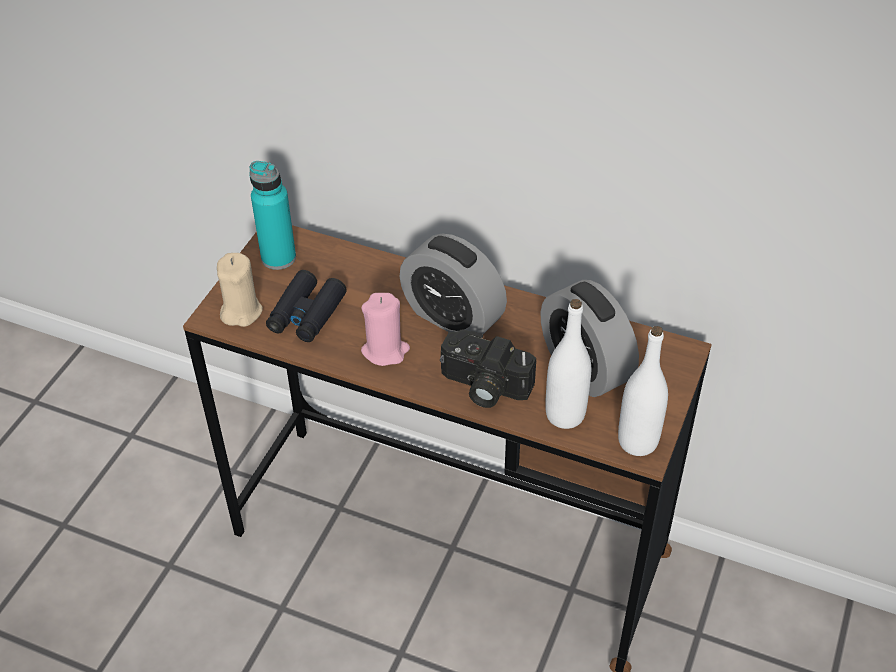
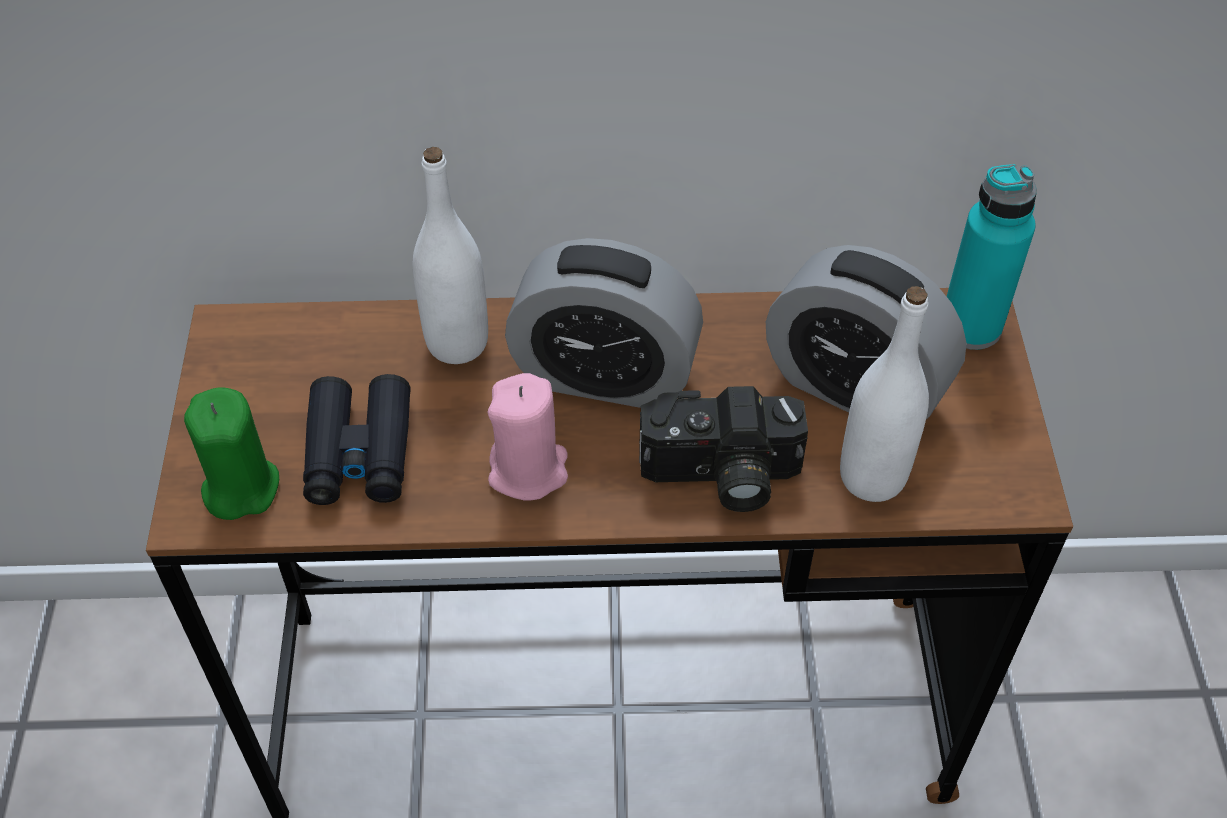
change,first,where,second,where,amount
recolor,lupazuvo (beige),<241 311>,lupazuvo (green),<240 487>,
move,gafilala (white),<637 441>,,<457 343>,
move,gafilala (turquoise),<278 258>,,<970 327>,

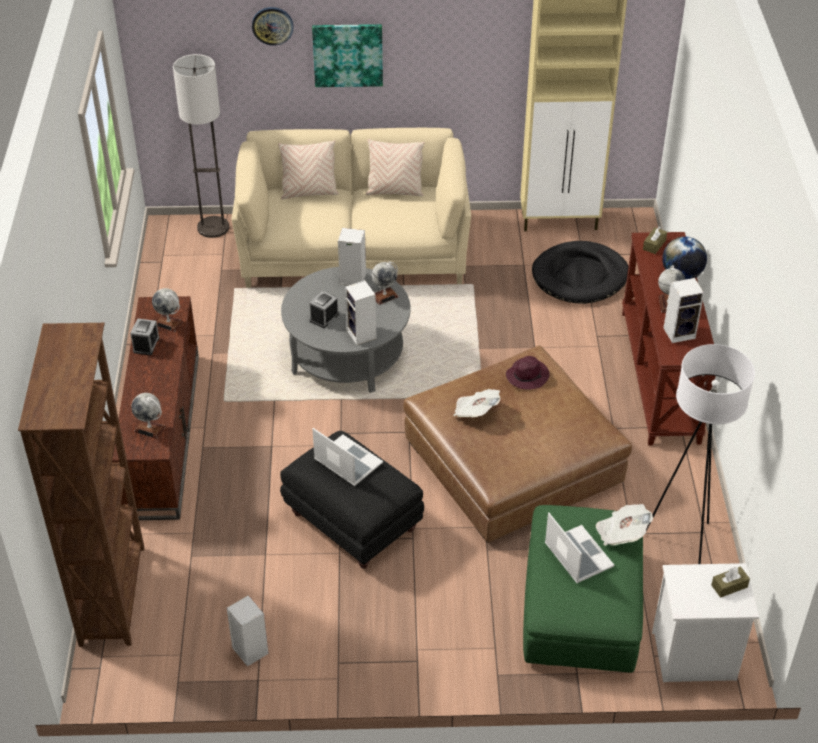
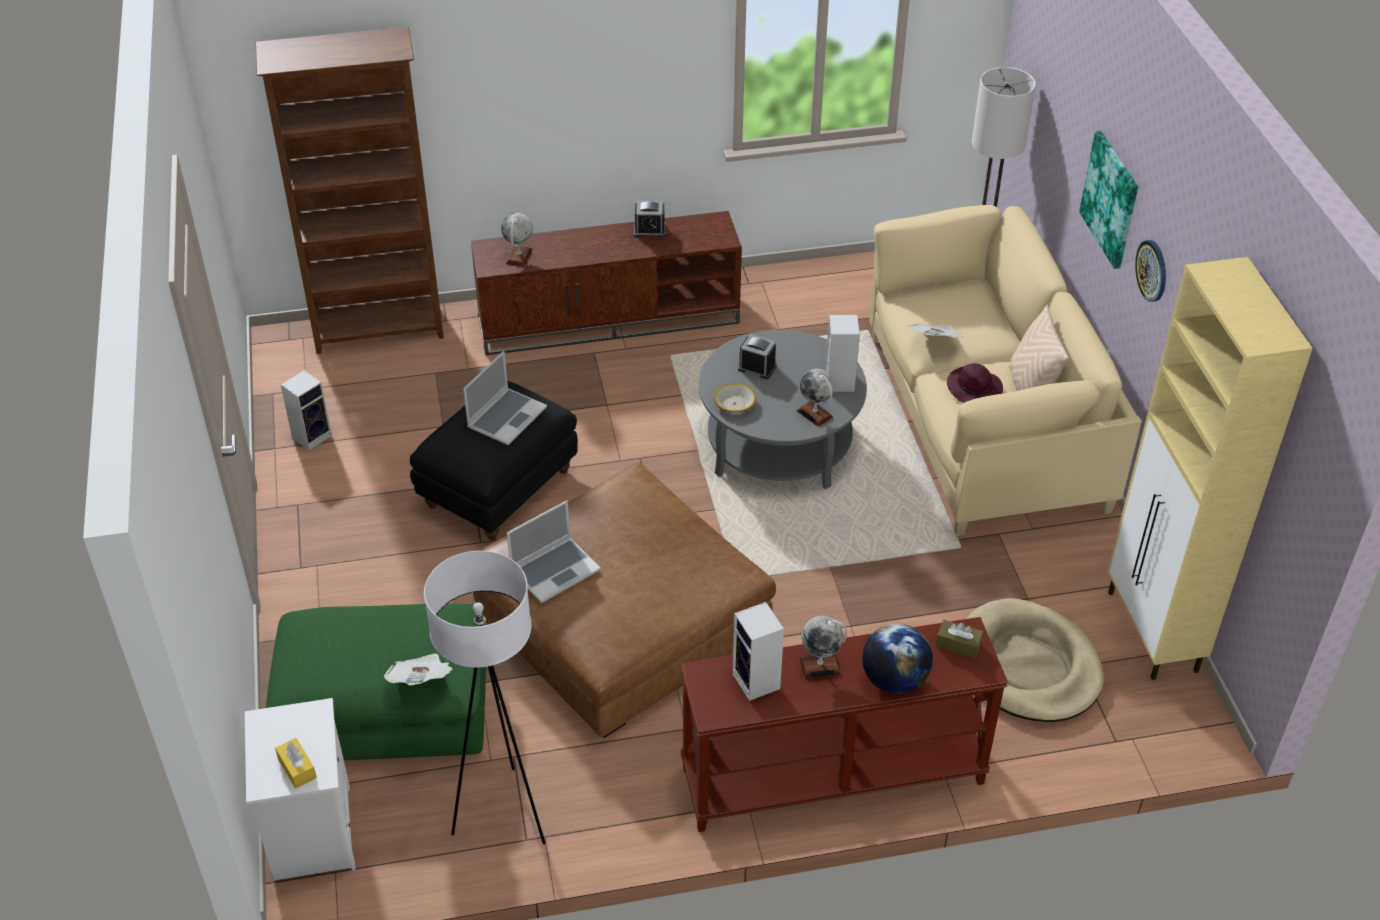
change,first,where,second,where,amount
recolor,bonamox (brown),<729 586>,bonamox (yellow),<297 768>,
move,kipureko,<577 555>,,<555 570>,
replace,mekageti,<362 335>,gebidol,<734 404>,
move,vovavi,<475 412>,,<935 342>,
move,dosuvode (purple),<527 375>,,<975 389>,
recolor,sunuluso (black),<580 276>,sunuluso (beige),<1027 666>,
move,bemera,<272 25>,,<1152 270>,
delete,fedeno,<169 323>,,,
delete,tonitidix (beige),<309 193>,,,

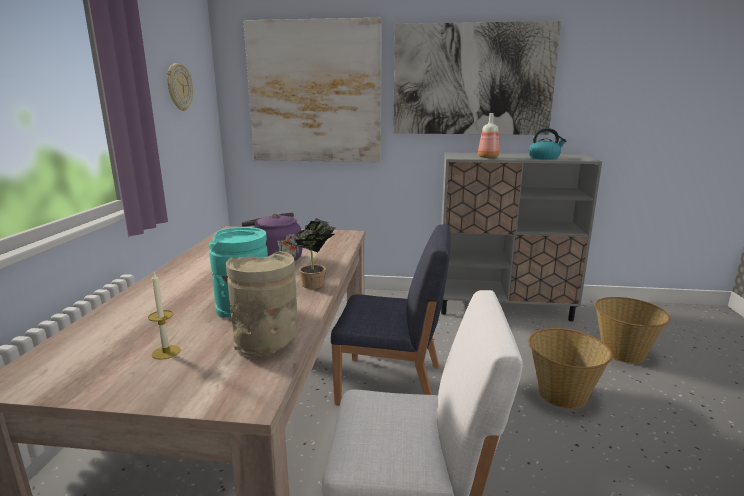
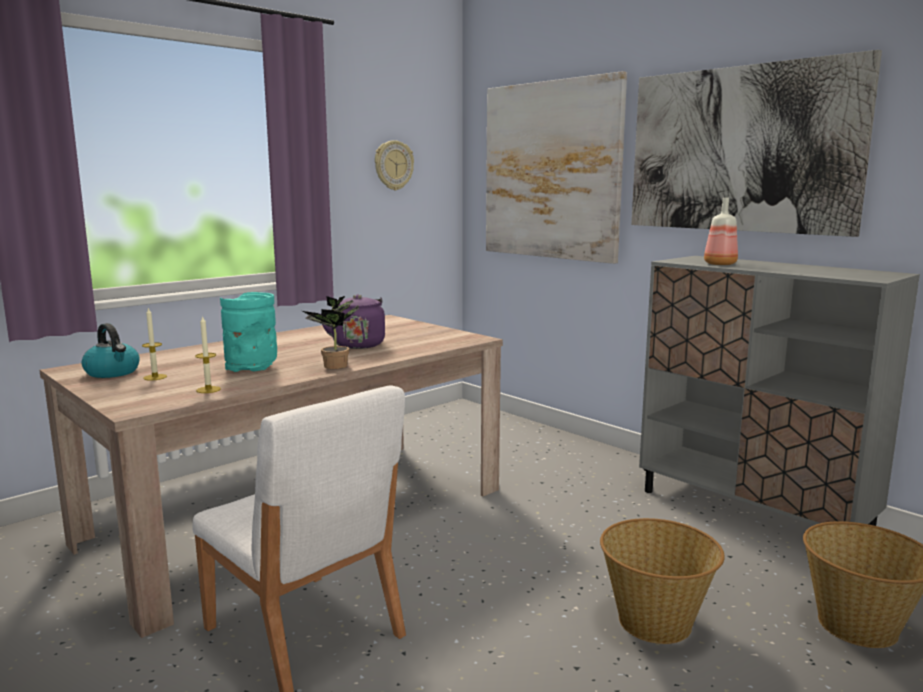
change,first,where,second,where,amount
move,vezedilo,<544 158>,,<113 372>,
replace,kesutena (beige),<266 346>,lupazuvo,<208 390>,
delete,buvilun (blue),<392 384>,,,

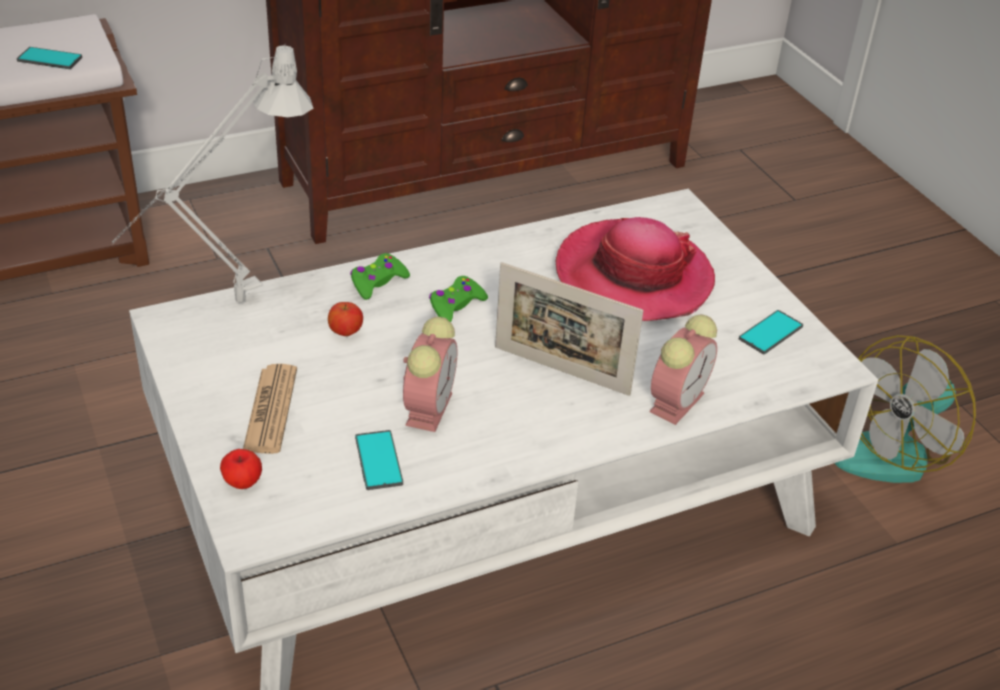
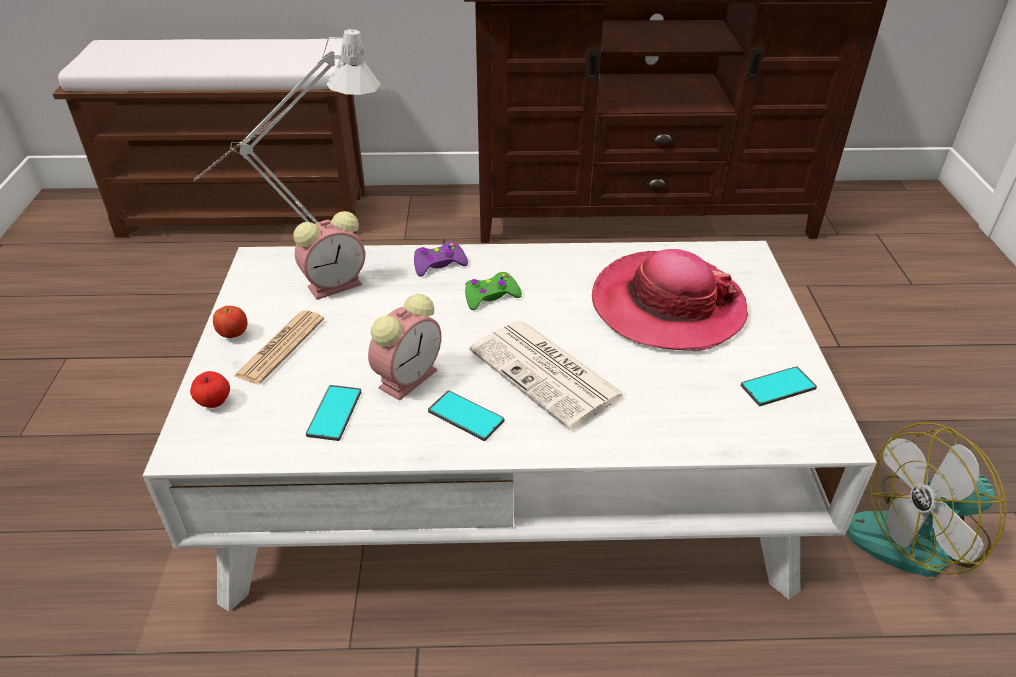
change,first,where,second,where,amount
move,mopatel,<345 332>,,<233 334>,
move,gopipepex,<677 401>,,<337 284>,
recolor,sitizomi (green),<377 282>,sitizomi (purple),<439 264>,
move,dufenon,<49 59>,,<465 416>,
replace,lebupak,<561 370>,vovavi,<548 374>,

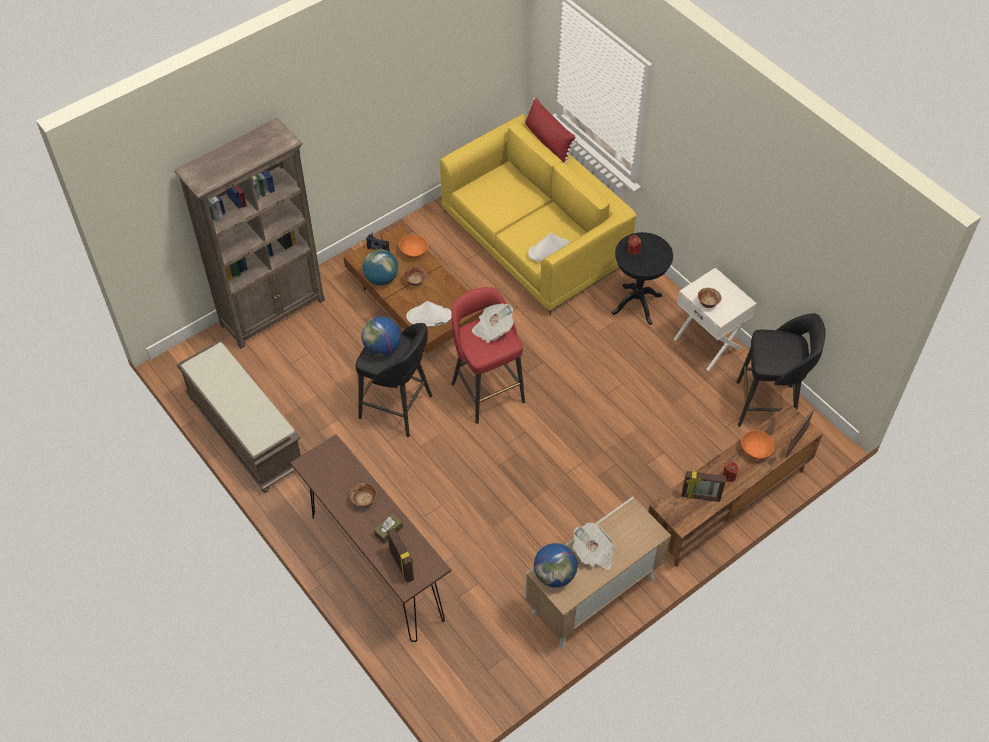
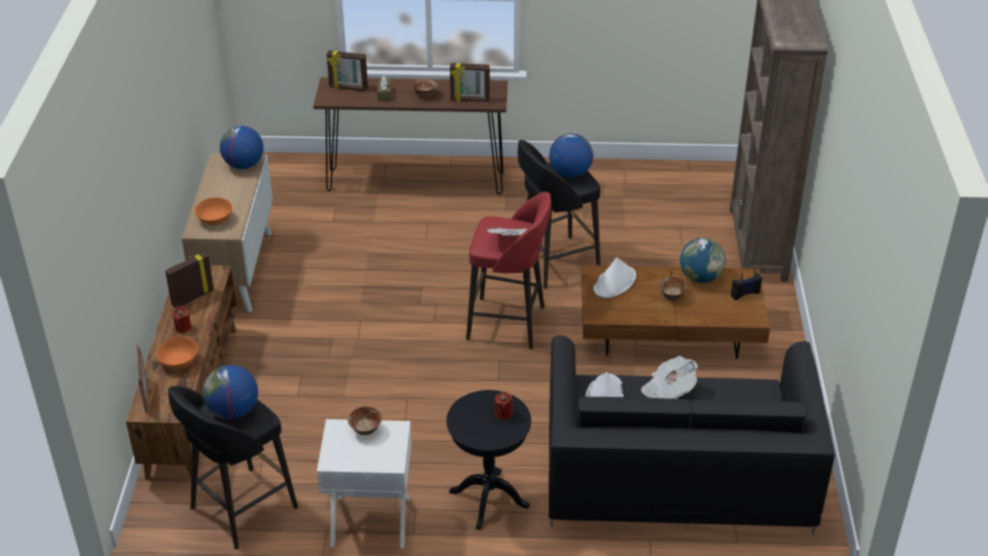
change,first,where,second,where,amount
move,gebidol (orange),<413 252>,,<215 220>,
insert,,,fedeno,<233 412>,
insert,,,lebupak,<470 100>,
recolor,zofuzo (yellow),<535 239>,zofuzo (black),<676 475>,
move,vovavi,<593 553>,,<668 391>,
delete,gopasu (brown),<244 432>,,,
delete,tonitidix (red),<548 141>,,,

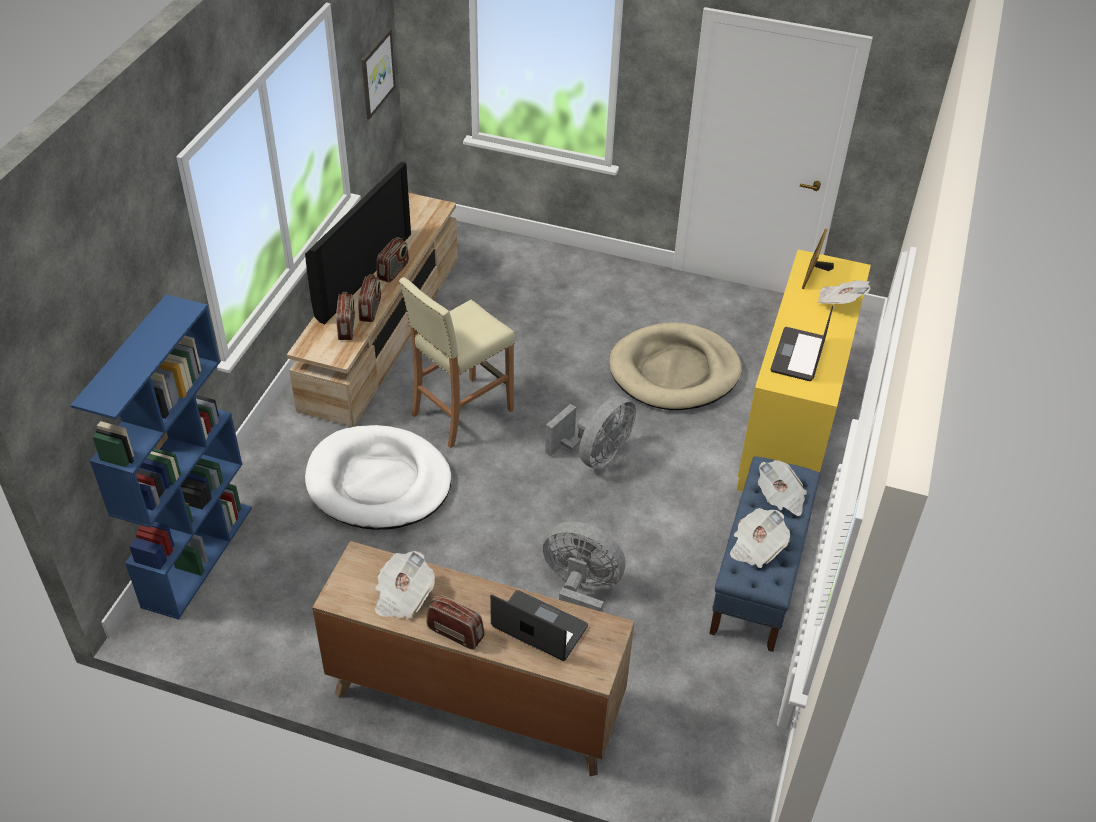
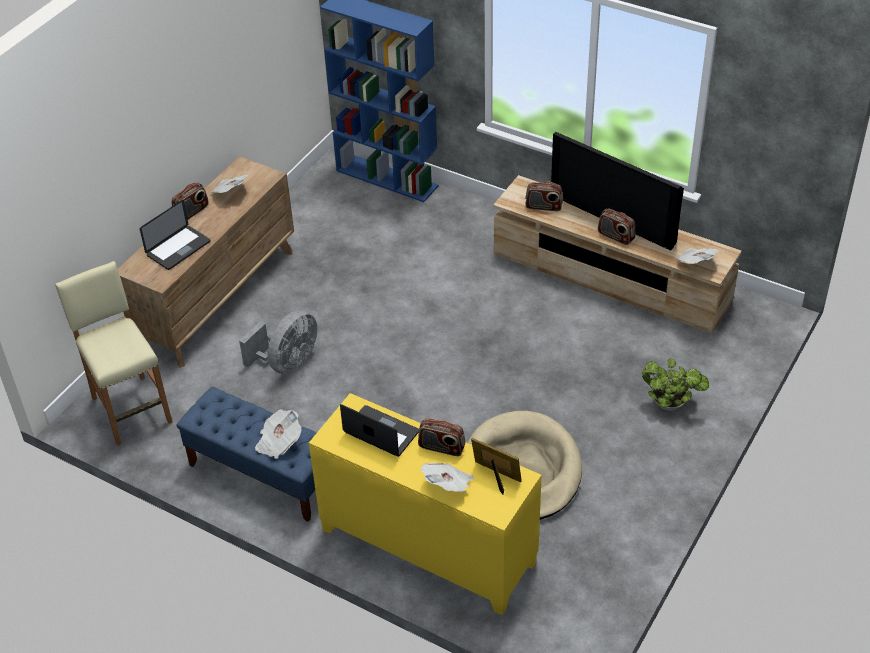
change,first,where,second,where,amount
move,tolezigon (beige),<461 412>,,<131 409>,
move,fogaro,<371 310>,,<441 447>,
insert,,,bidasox,<671 404>,
move,vovavi,<756 547>,,<695 263>,
delete,sunuluso (white),<379 482>,,,
delete,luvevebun,<377 73>,,,
delete,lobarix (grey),<595 455>,,,

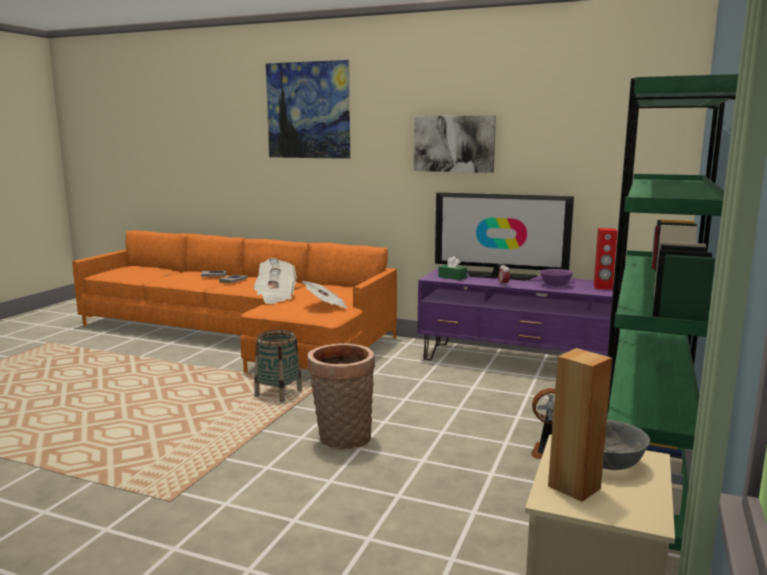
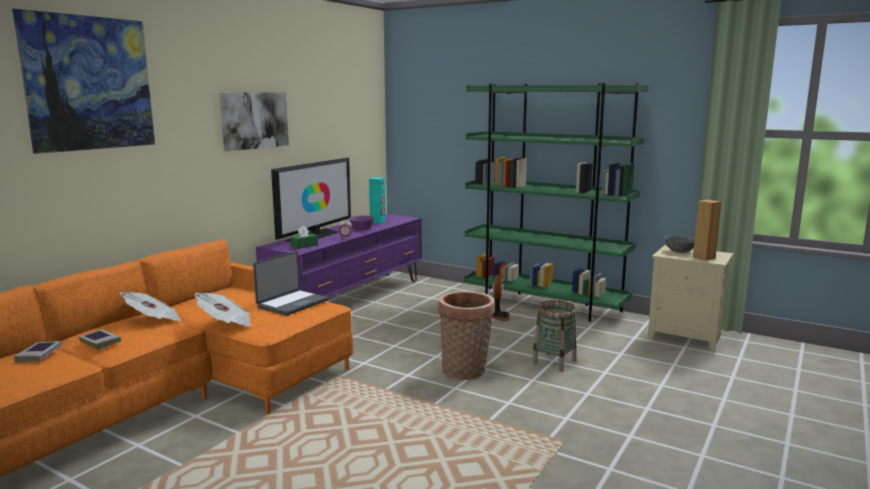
change,first,where,second,where,amount
replace,vovavi,<326 306>,kipureko,<292 303>,
recolor,mekageti (red),<602 287>,mekageti (turquoise),<378 222>,
move,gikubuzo,<278 394>,,<554 362>,

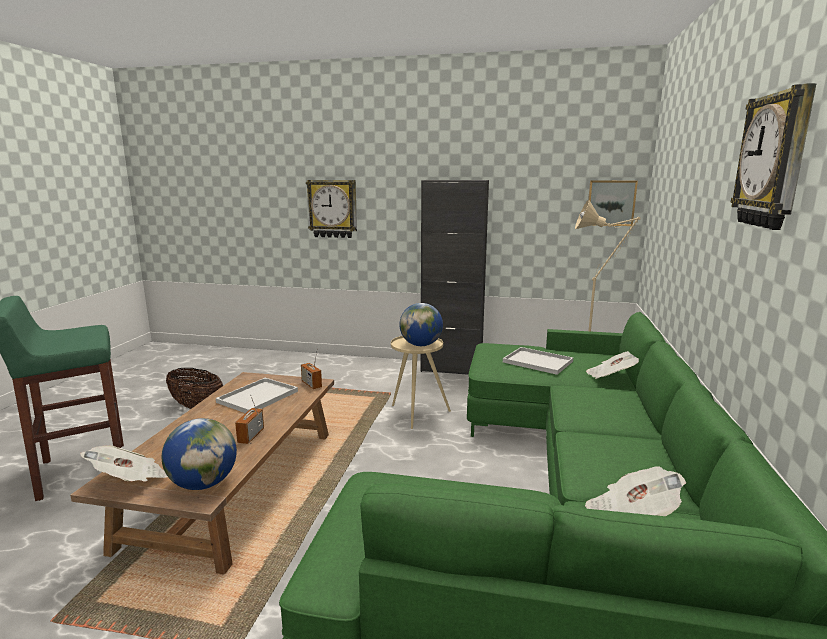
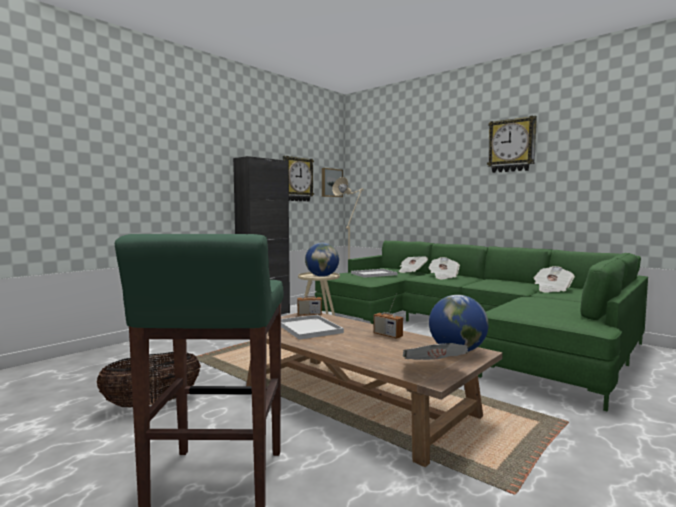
change,first,where,second,where,amount
move,bemera,<333 208>,,<297 179>,
insert,,,vovavi,<443 277>,

